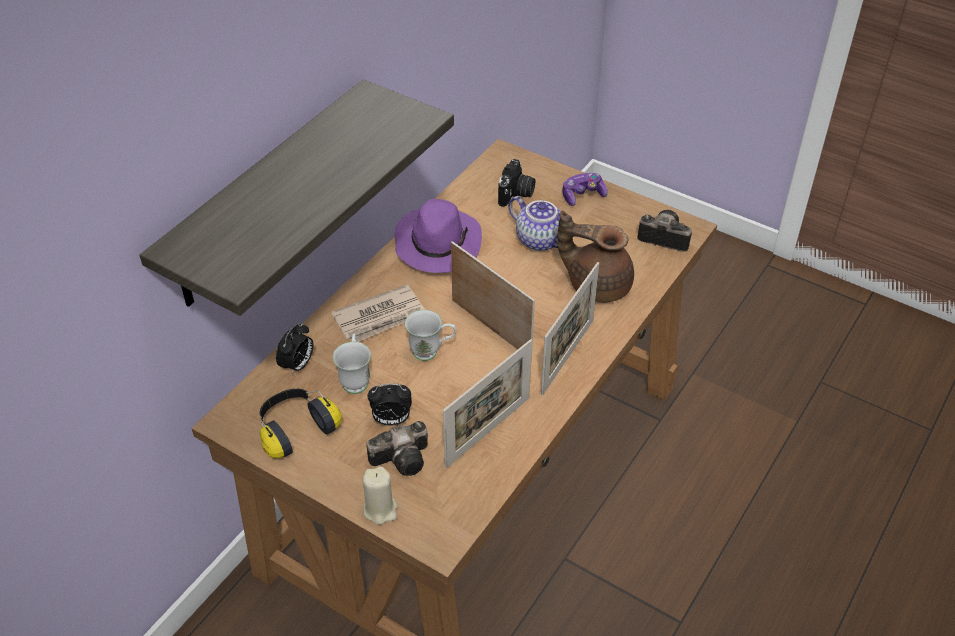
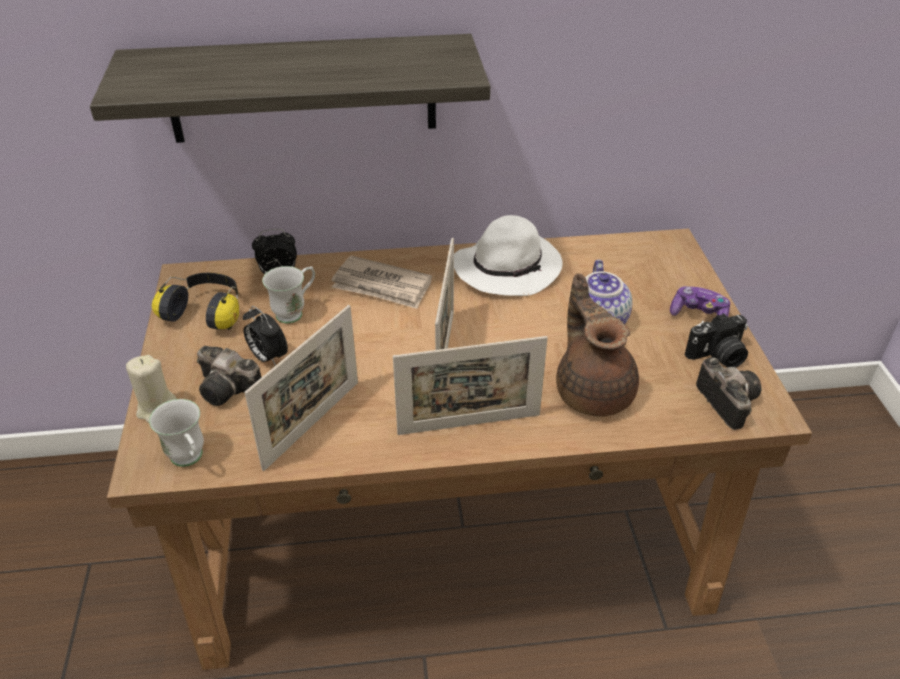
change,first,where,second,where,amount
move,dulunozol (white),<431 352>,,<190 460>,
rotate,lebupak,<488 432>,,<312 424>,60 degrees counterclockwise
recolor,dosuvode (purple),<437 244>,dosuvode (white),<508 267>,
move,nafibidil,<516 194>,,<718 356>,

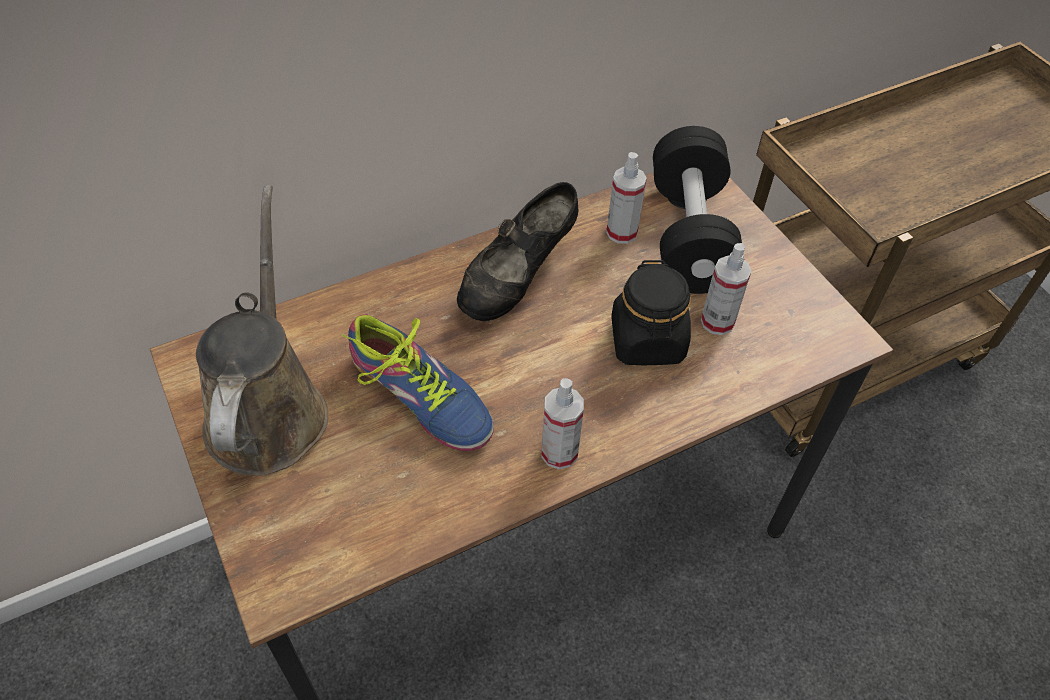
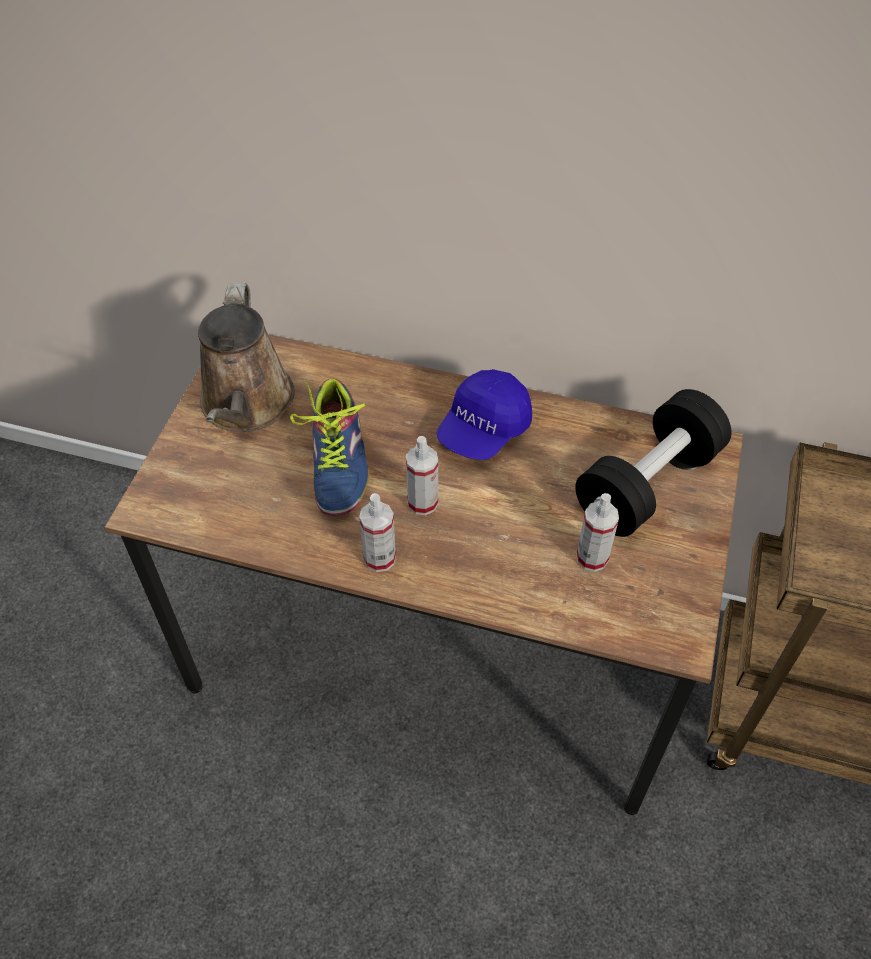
change,first,where,second,where,amount
rotate,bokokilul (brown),<268 409>,,<246 405>,135 degrees clockwise
move,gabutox,<621 232>,,<422 502>,
replace,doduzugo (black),<517 279>,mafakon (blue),<483 430>,
delete,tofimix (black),<647 341>,,,

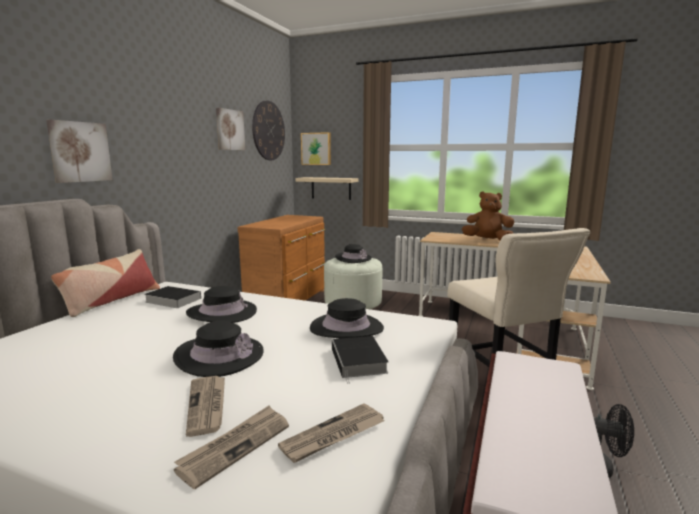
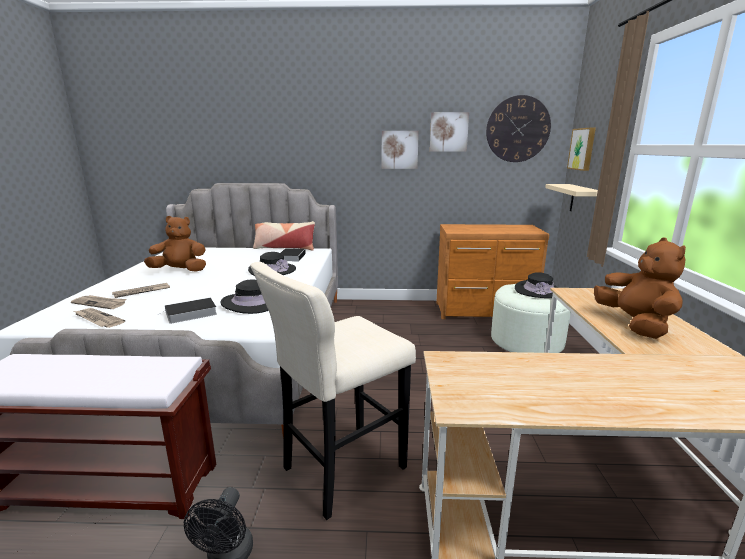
change,first,where,second,where,amount
insert,,,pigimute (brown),<180 271>,
move,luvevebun,<80 152>,,<399 149>,
delete,dosuvode (black),<219 356>,,,

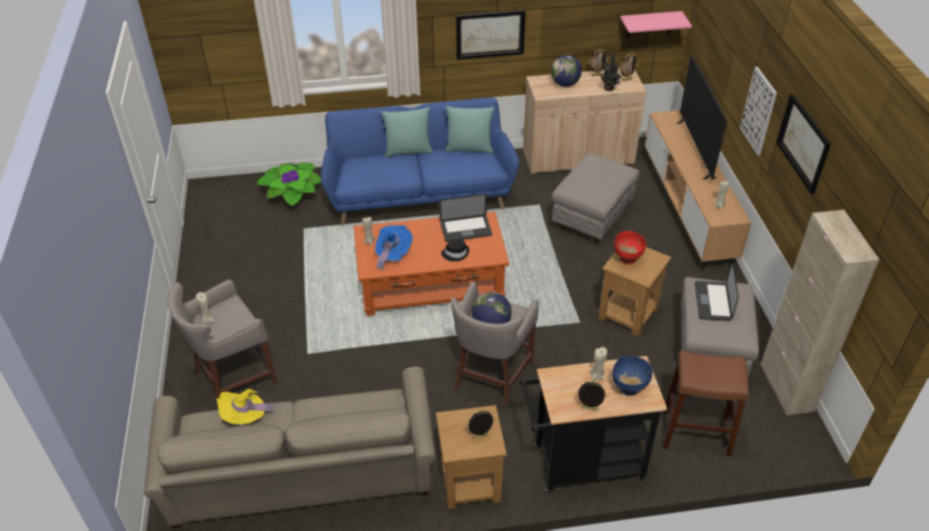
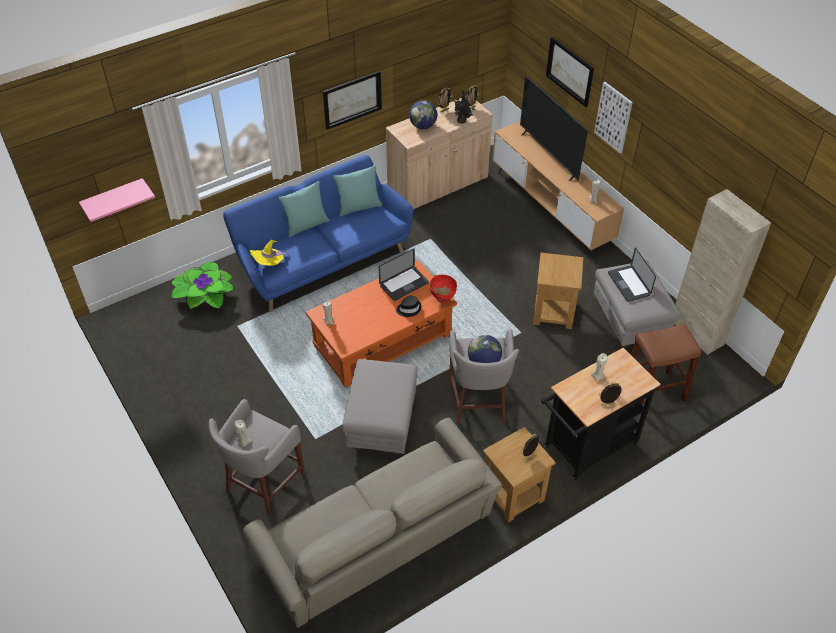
change,first,where,second,where,amount
move,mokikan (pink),<649 24>,,<114 199>,
move,dosuvode (yellow),<246 417>,,<269 264>,
move,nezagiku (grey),<591 218>,,<381 424>,
move,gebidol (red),<627 259>,,<442 298>,
move,luvevebun,<803 143>,,<570 71>,
delete,dosuvode (blue),<392 254>,,,
delete,gebidol (blue),<629 388>,,,

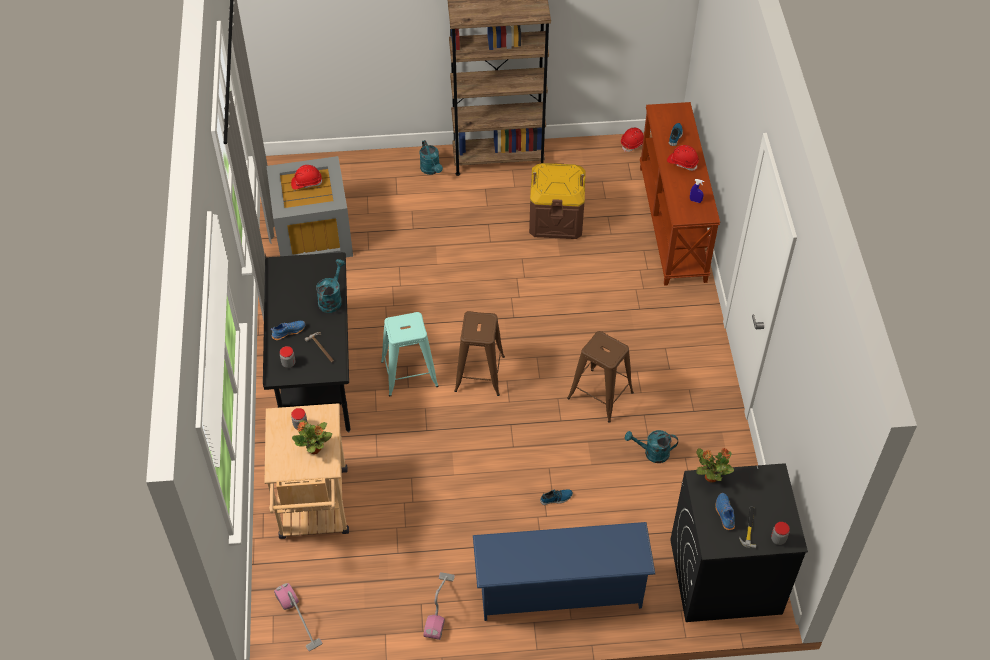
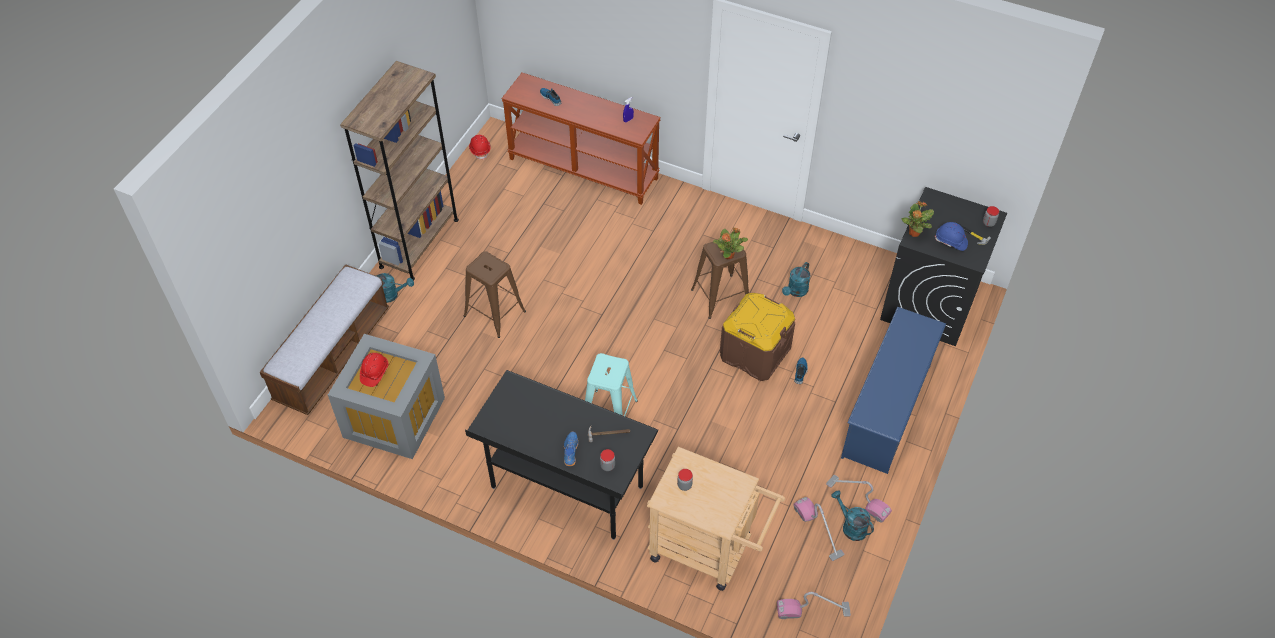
change,first,where,second,where,amount
insert,,,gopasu,<333 355>,
move,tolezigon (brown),<479 373>,,<494 313>,
move,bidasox,<315 449>,,<728 255>,
move,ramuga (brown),<556 219>,,<755 353>,
insert,,,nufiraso,<818 530>,
move,bokokilul (turquoise),<331 299>,,<850 526>,
replace,doduzugo (blue),<724 514>,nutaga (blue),<951 241>,
delete,nutaga (red),<682 162>,,,

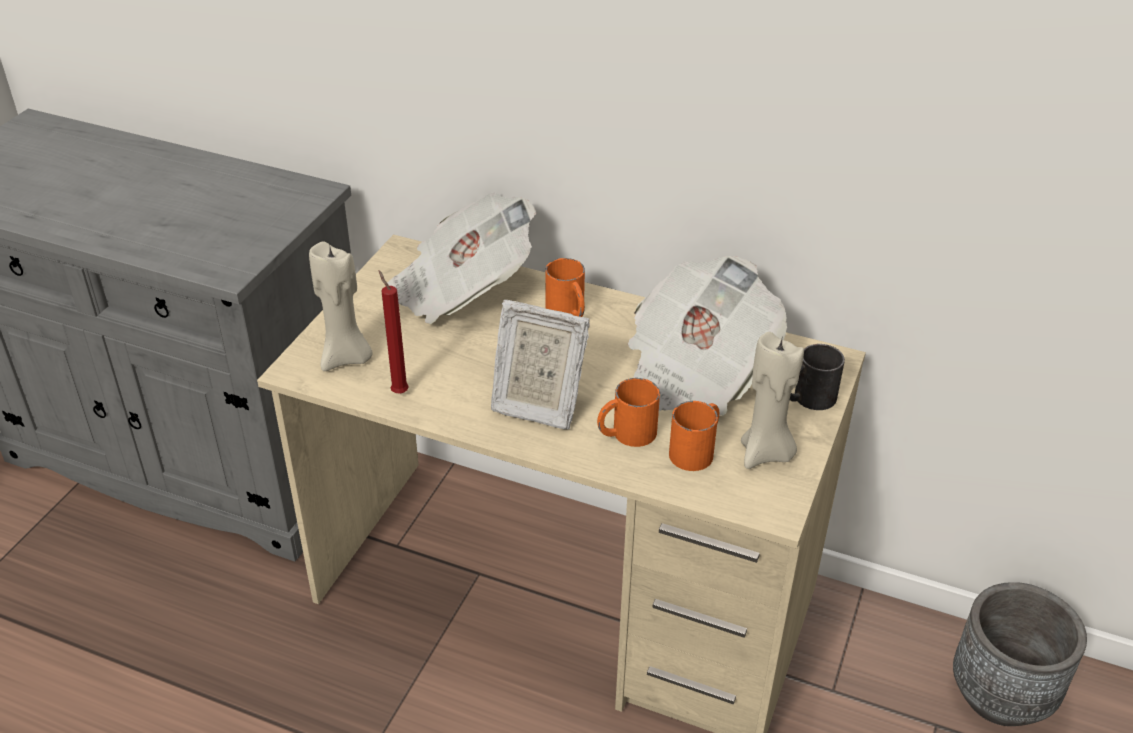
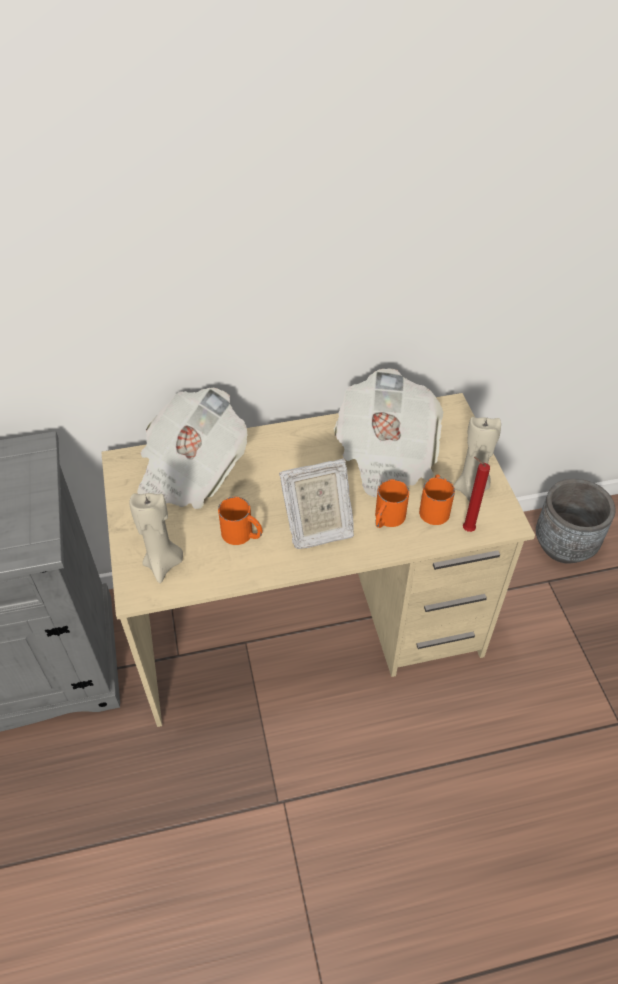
change,first,where,second,where,amount
move,dulunozol (orange),<568 311>,,<242 534>,
move,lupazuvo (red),<398 391>,,<466 529>,
delete,dulunozol (black),<807 398>,,,

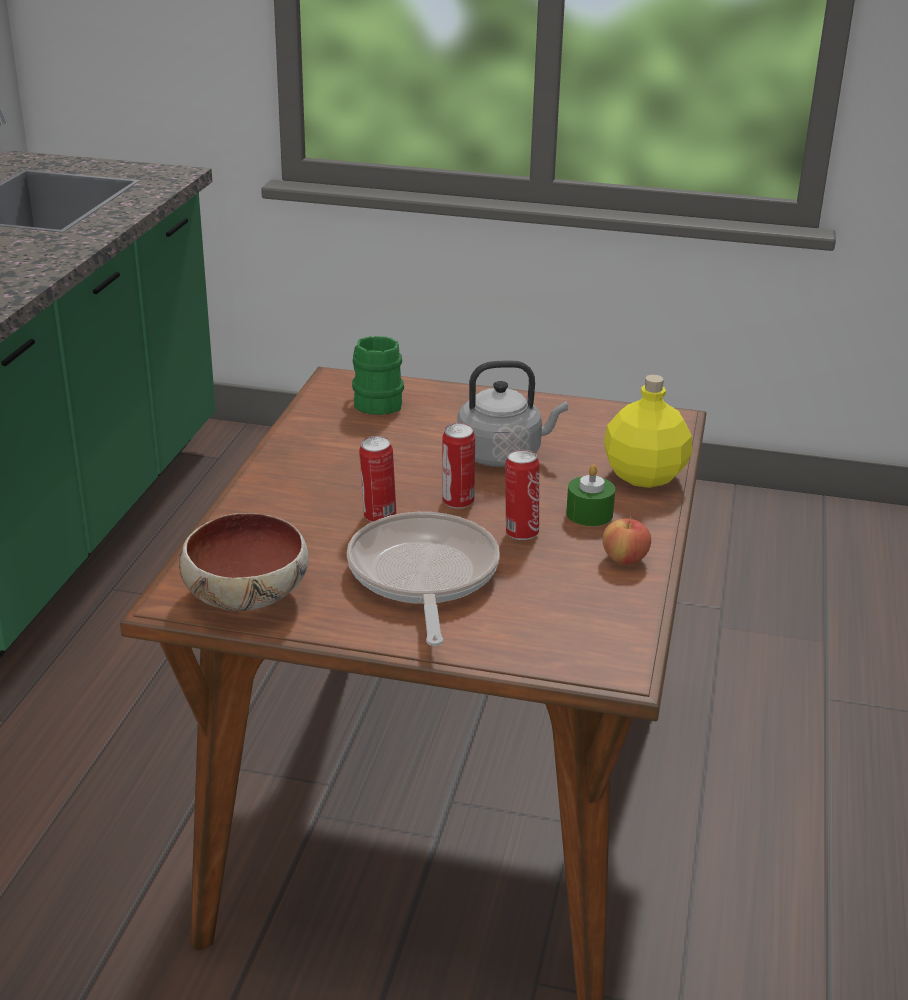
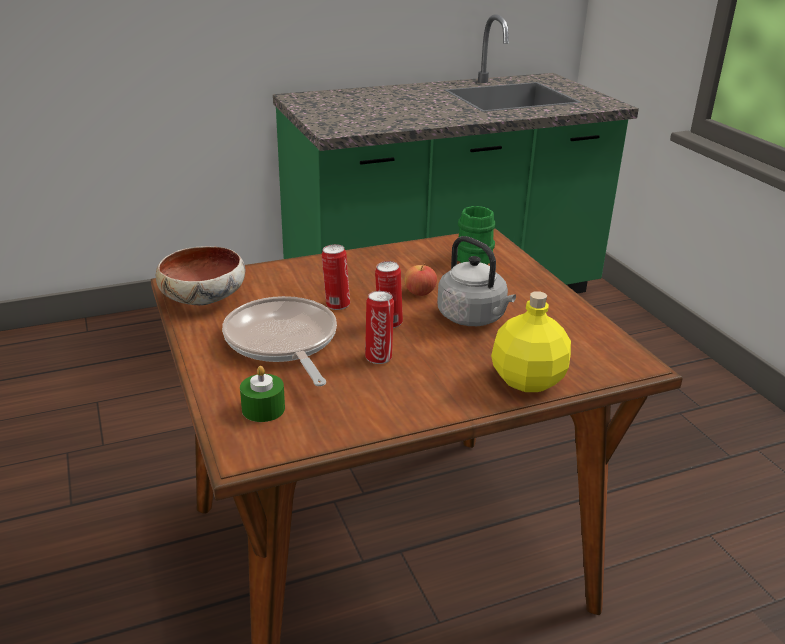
change,first,where,second,where,amount
rotate,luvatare,<422 576>,,<282 342>,75 degrees counterclockwise
move,lupazuvo (green),<589 514>,,<263 409>,
move,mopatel,<625 559>,,<420 292>,

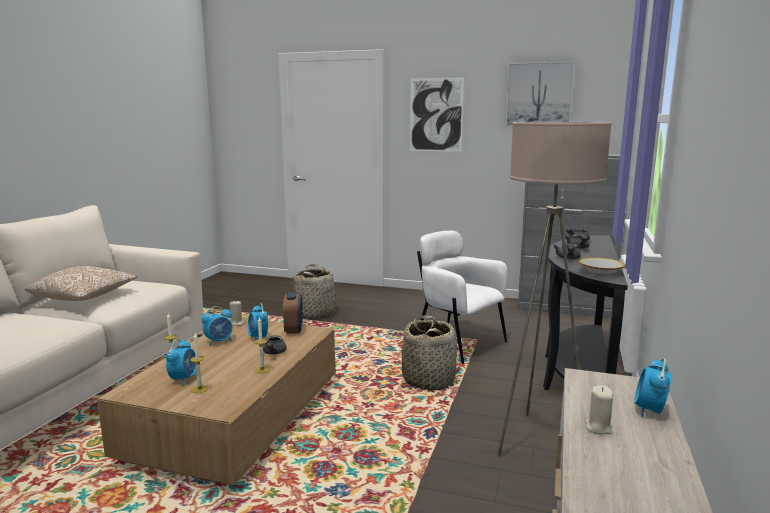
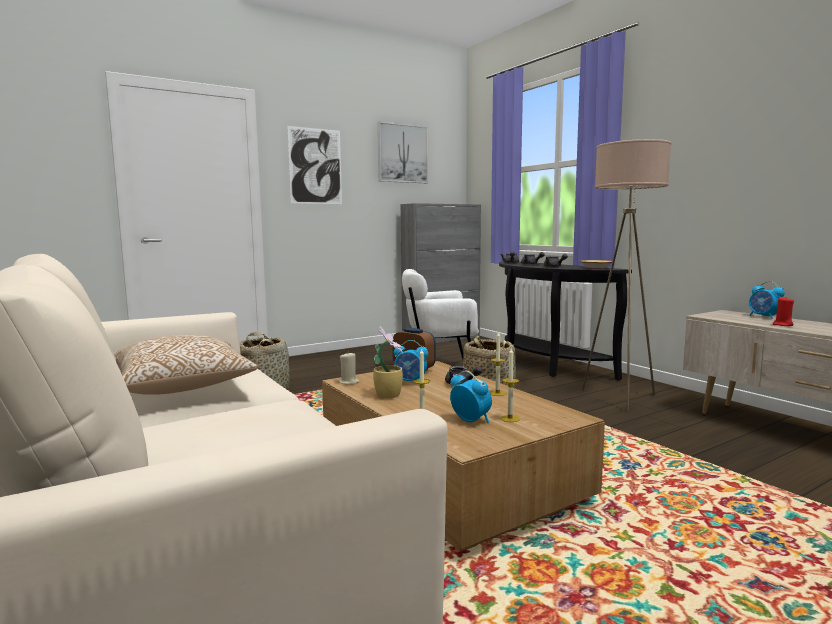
change,first,where,second,where,amount
replace,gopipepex,<219 341>,bidasox,<388 395>,
recolor,lupazuvo (beige),<598 428>,lupazuvo (red),<782 325>,

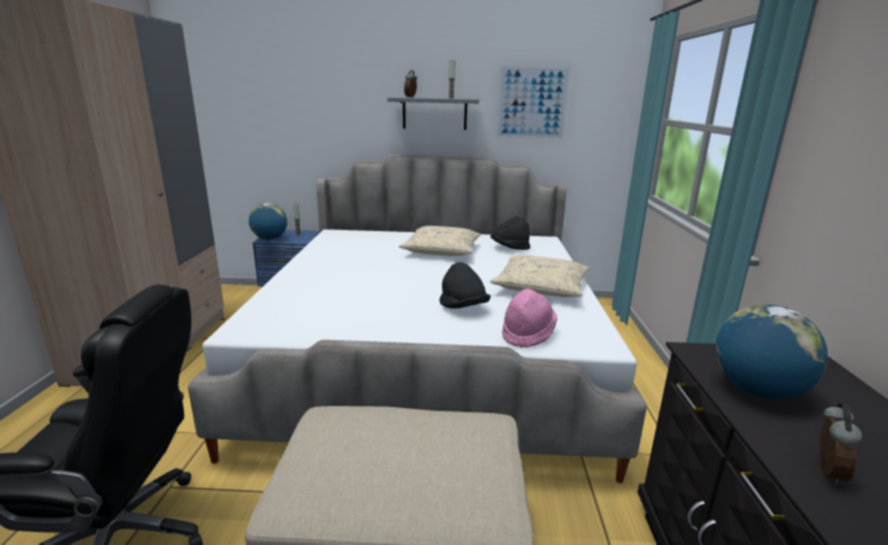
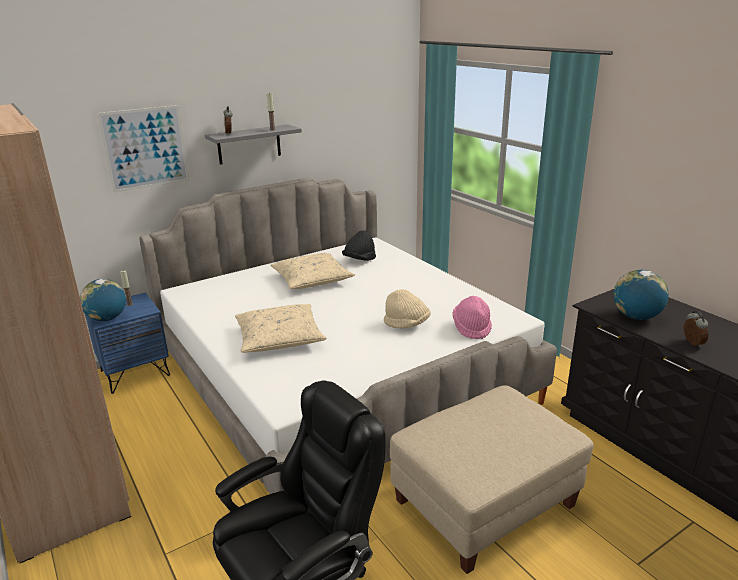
change,first,where,second,where,amount
move,luvevebun,<532 103>,,<145 148>,
move,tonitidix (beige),<540 287>,,<279 338>,
recolor,dosuvode (black),<463 308>,dosuvode (beige),<407 324>,

